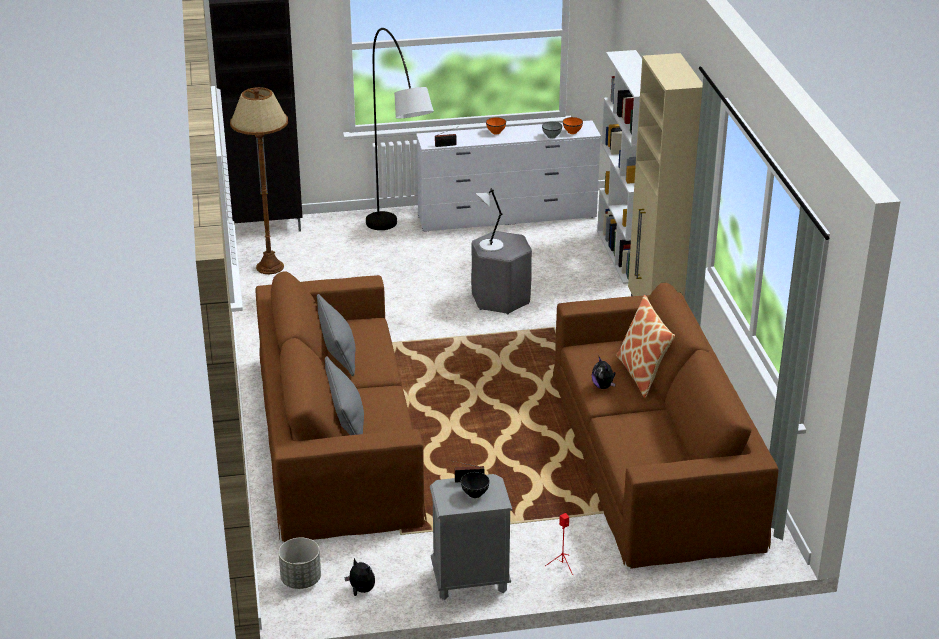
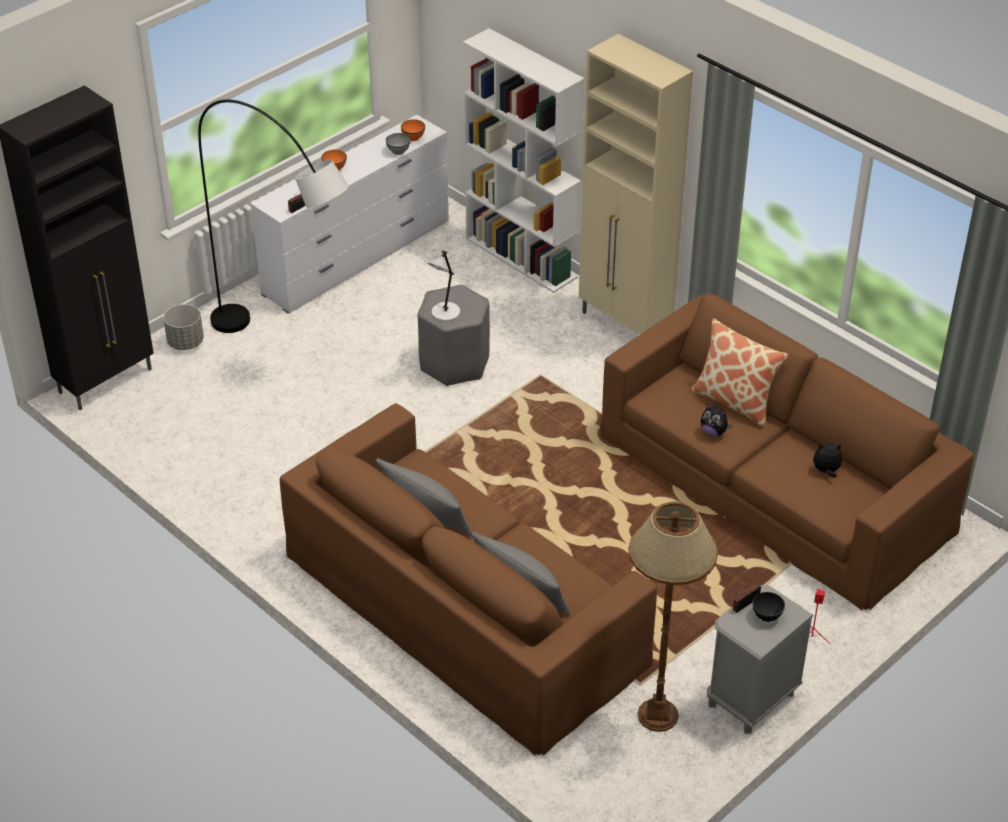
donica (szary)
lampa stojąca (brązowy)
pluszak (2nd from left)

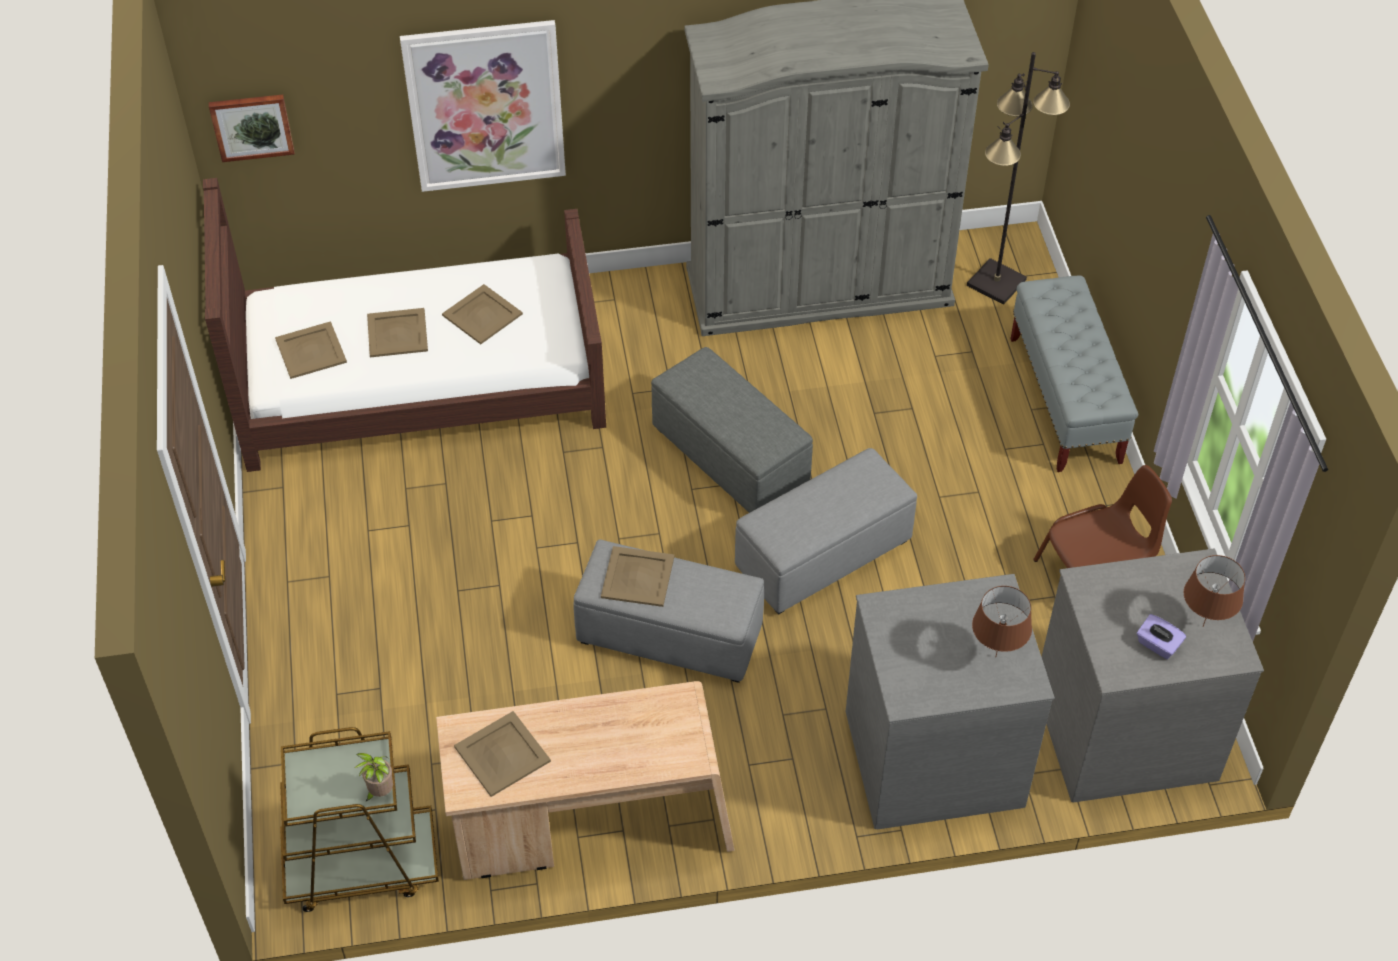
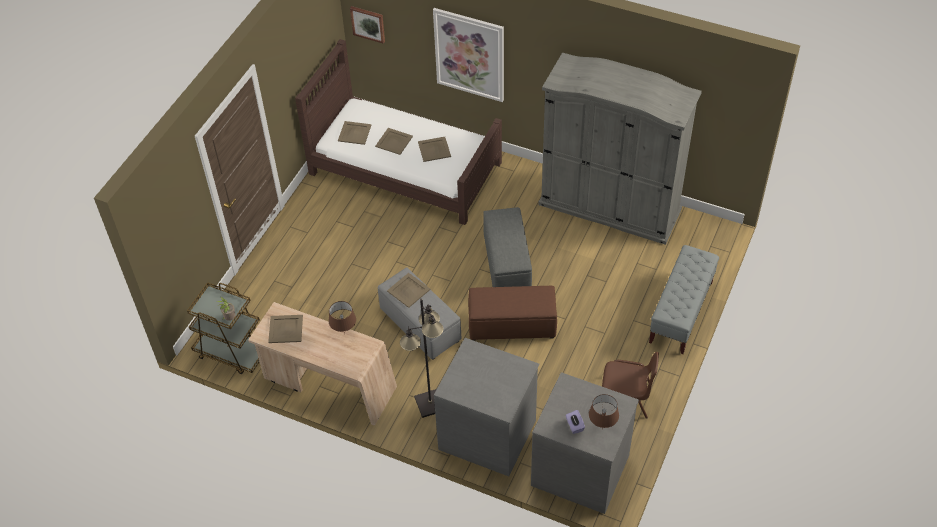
lampa stołowa (brązowy) (1st from left)
lampa stojąca (czarny)
pufa (brązowy)

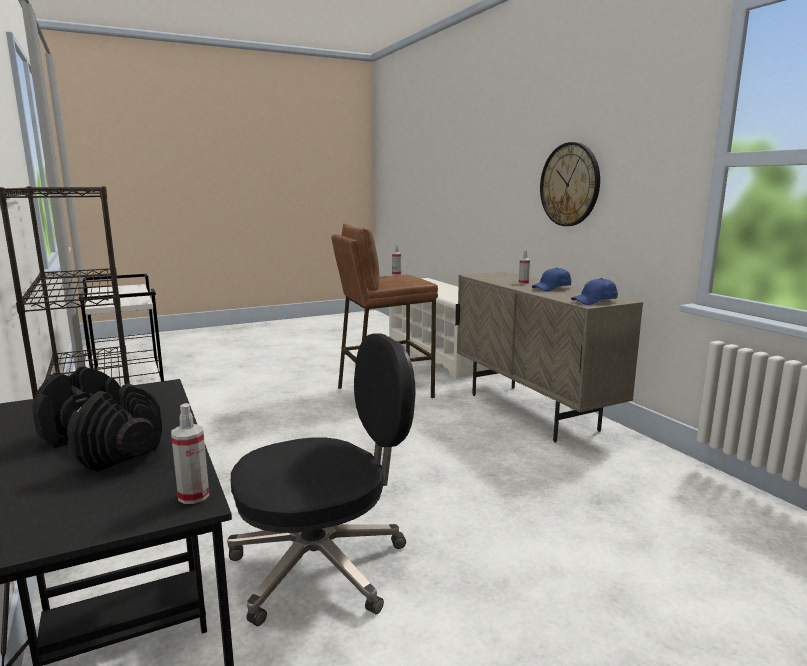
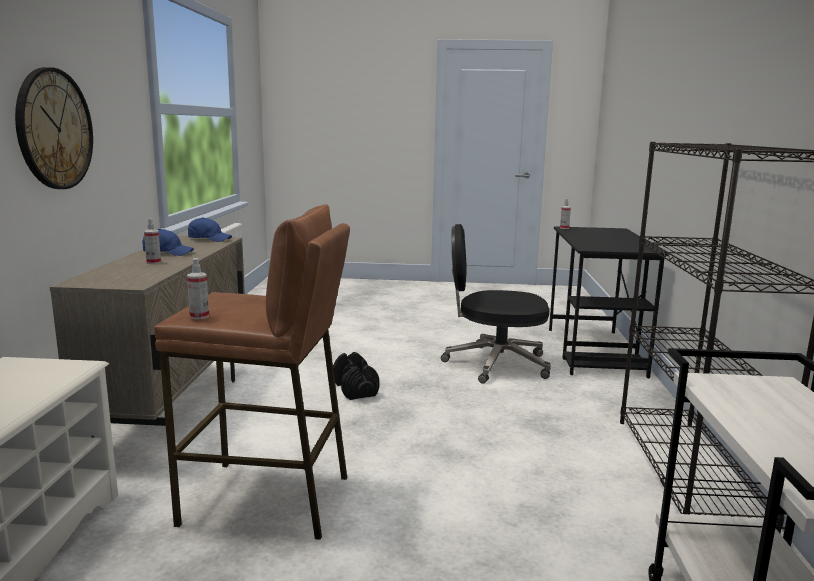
hantel (czarny)

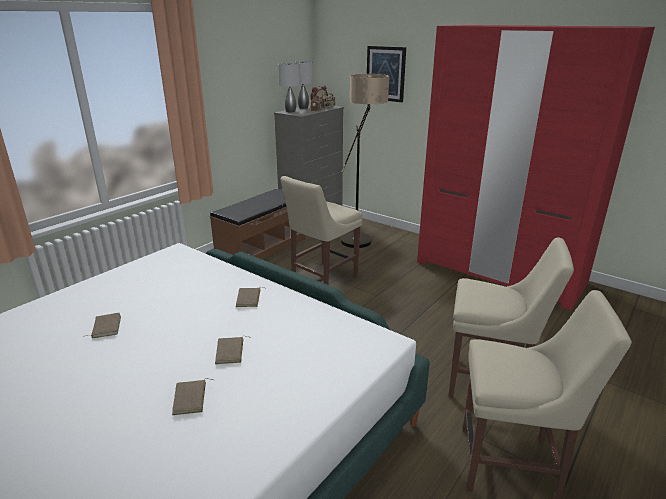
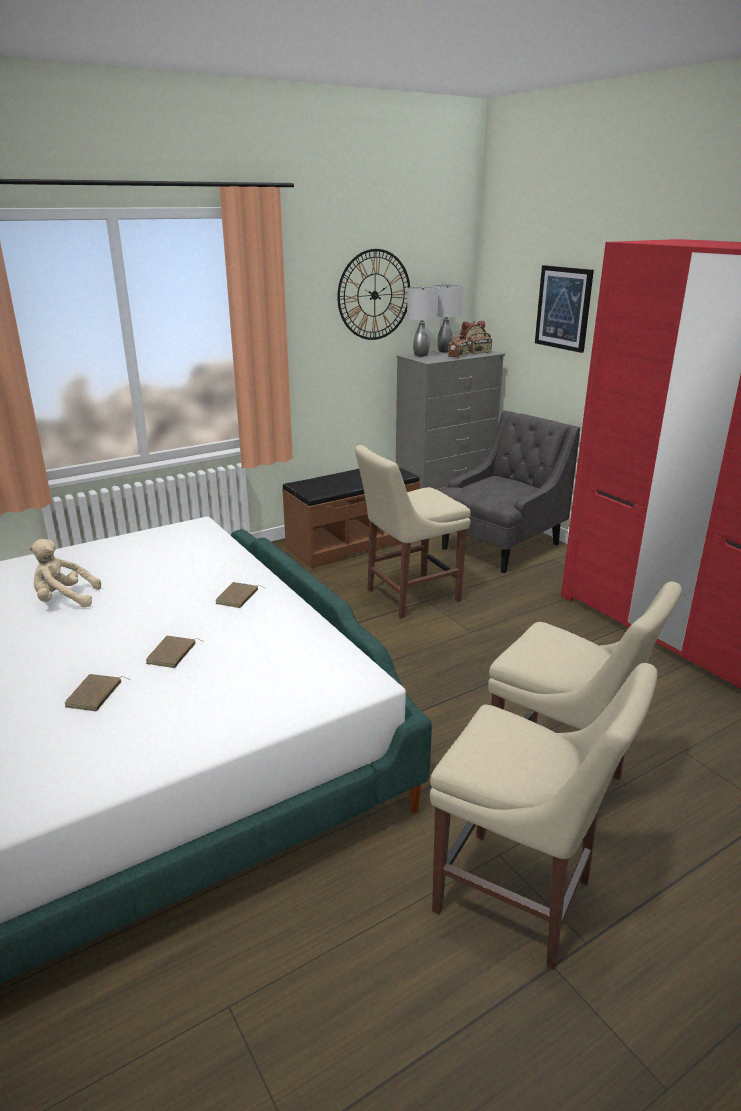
pluszak (beżowy)
zegar ścienny
fotel (szary)

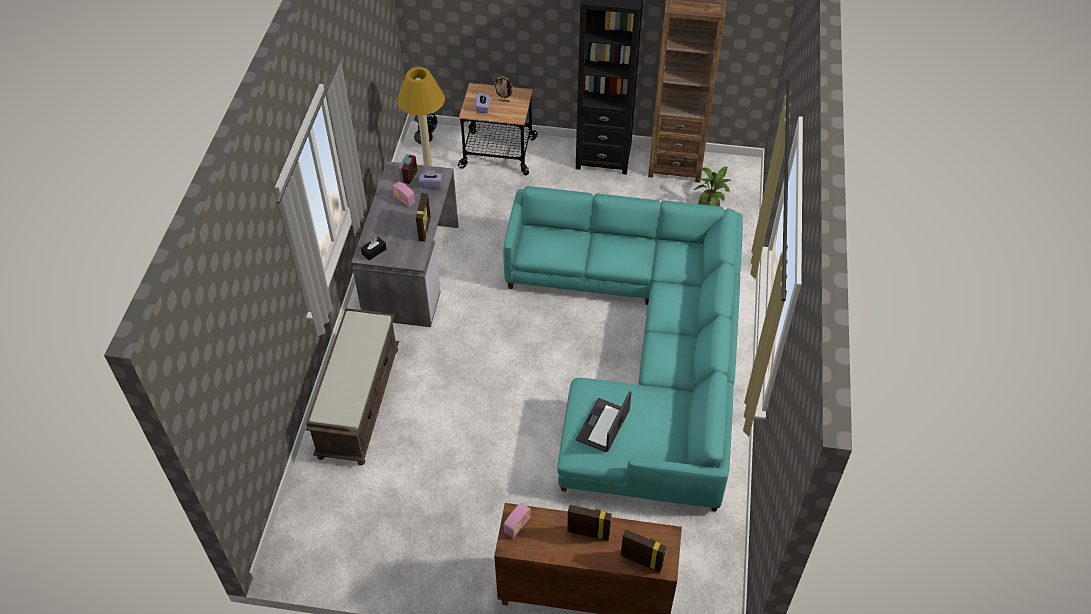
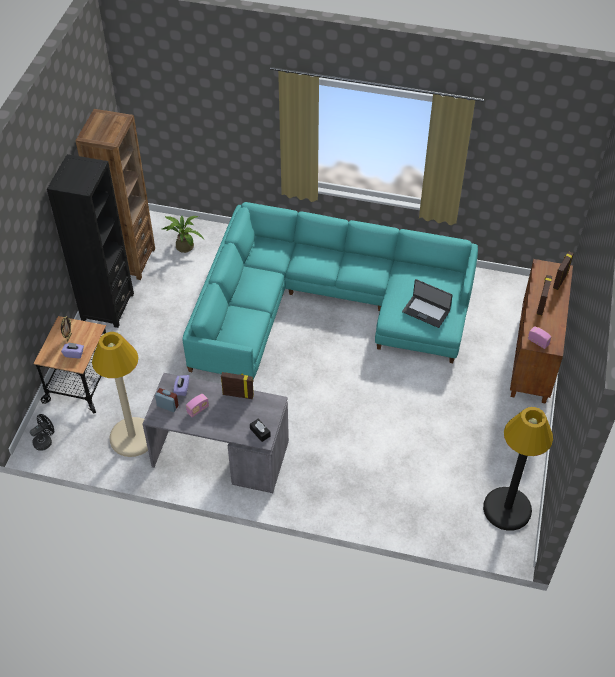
lampa stojąca (czarny)
ławka (brązowy)

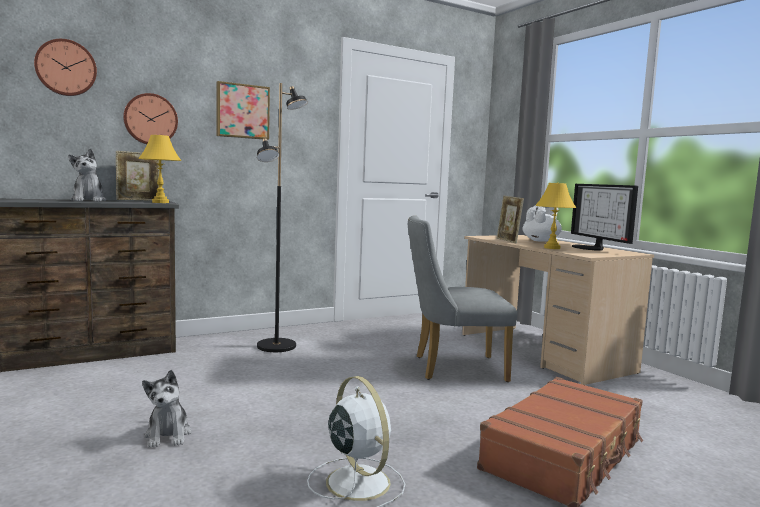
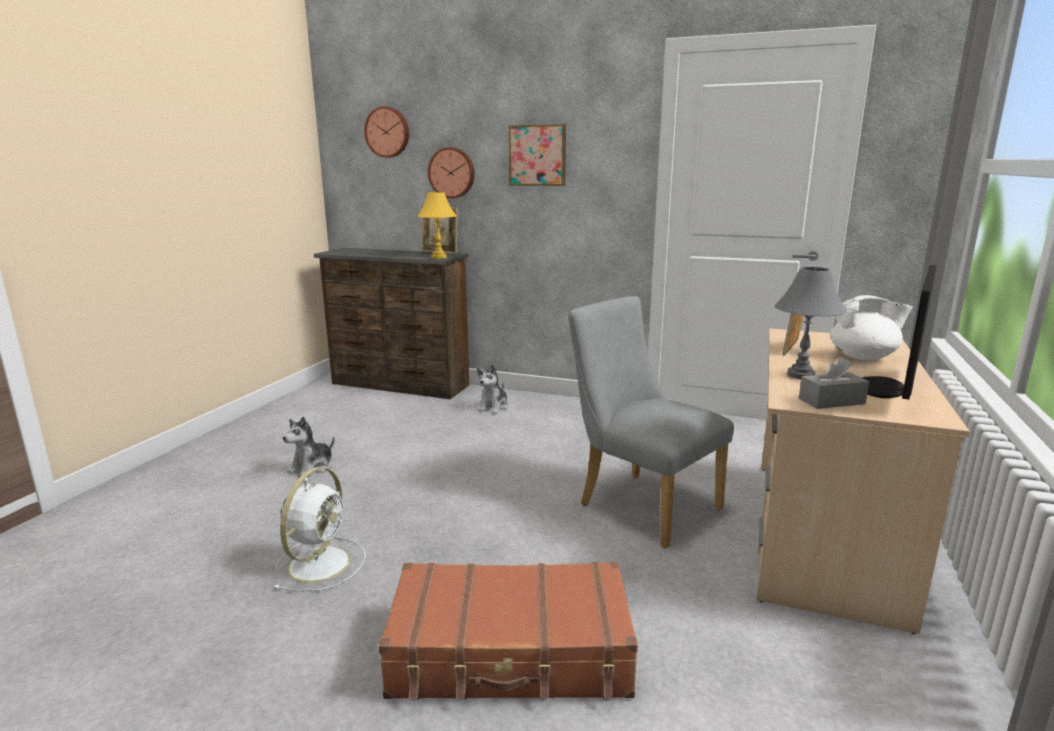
pluszak (2nd from left)
lampa stołowa (szary)
pudełko chusteczek (szary)
lampa stojąca (czarny)

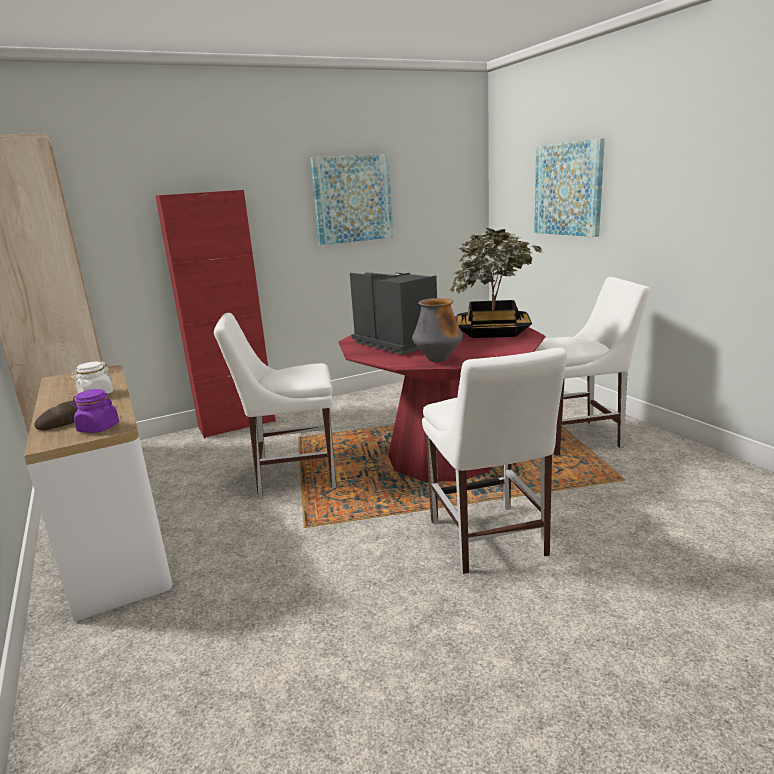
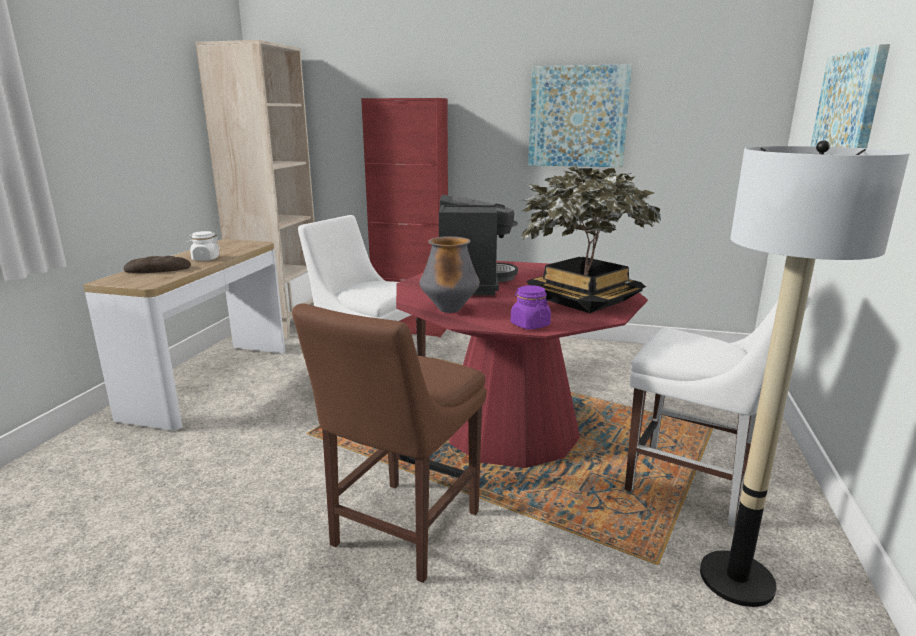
krzesło (brązowy)
słoik (fioletowy)
lampa stojąca

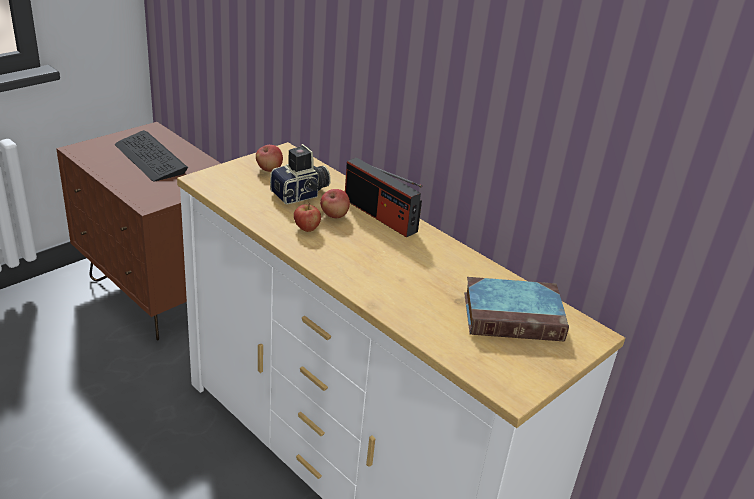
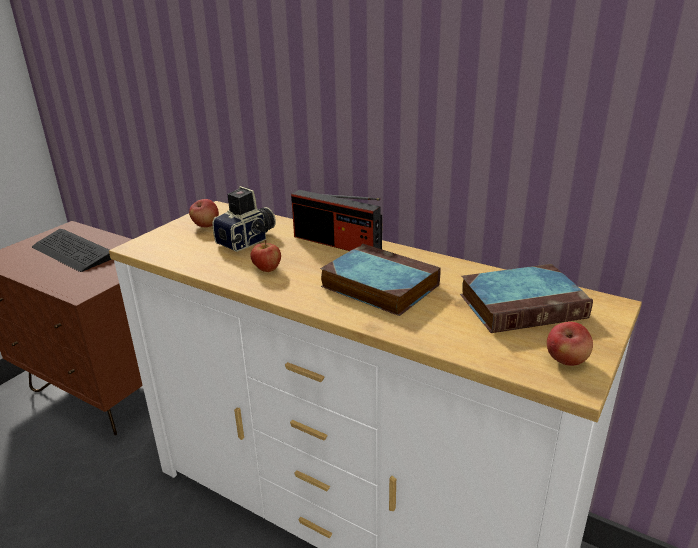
książka (1st from left)
jabłko (3rd from left)

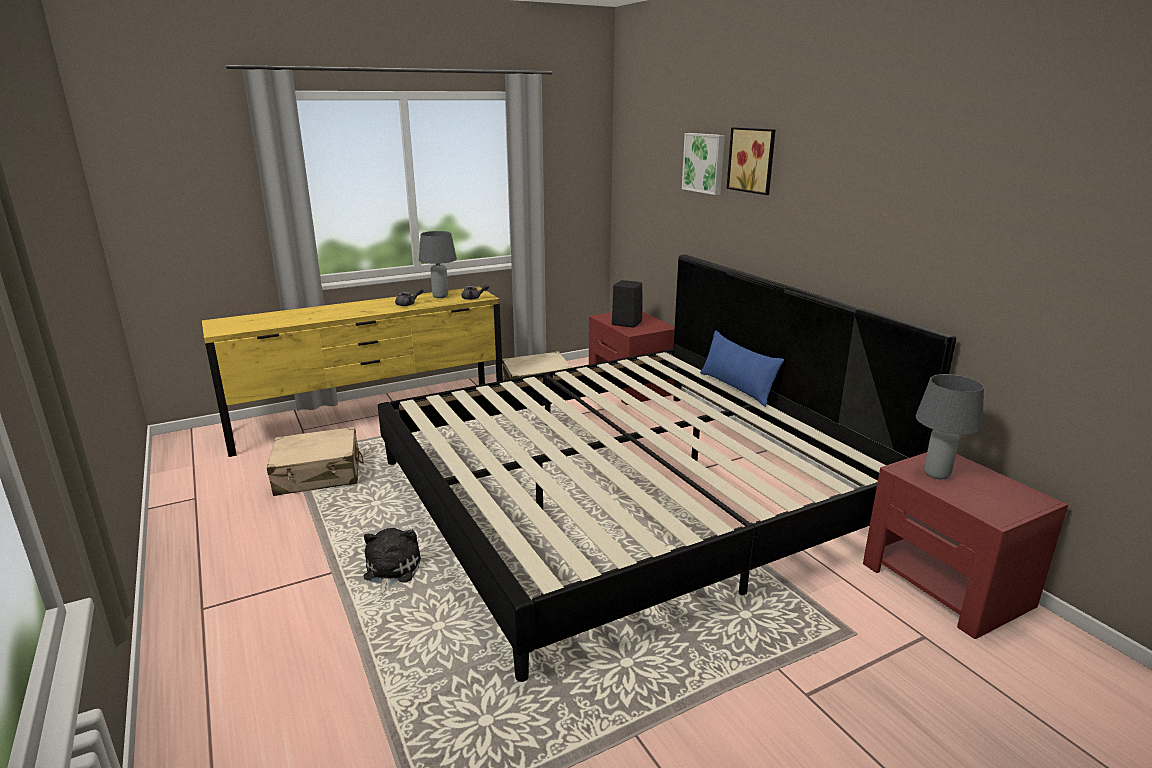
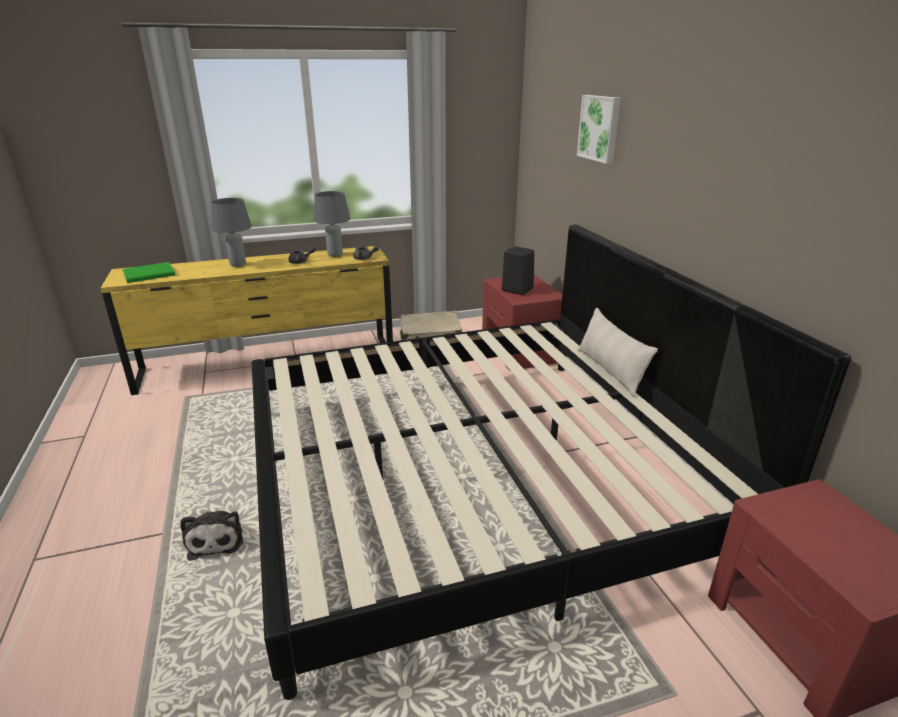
książka (zielony)
pluszak
lampa stołowa (szary) (1st from left)
poduszka (beżowy)
walizka (beżowy) (1st from left in the first image)
obraz (2nd from left in the first image)

